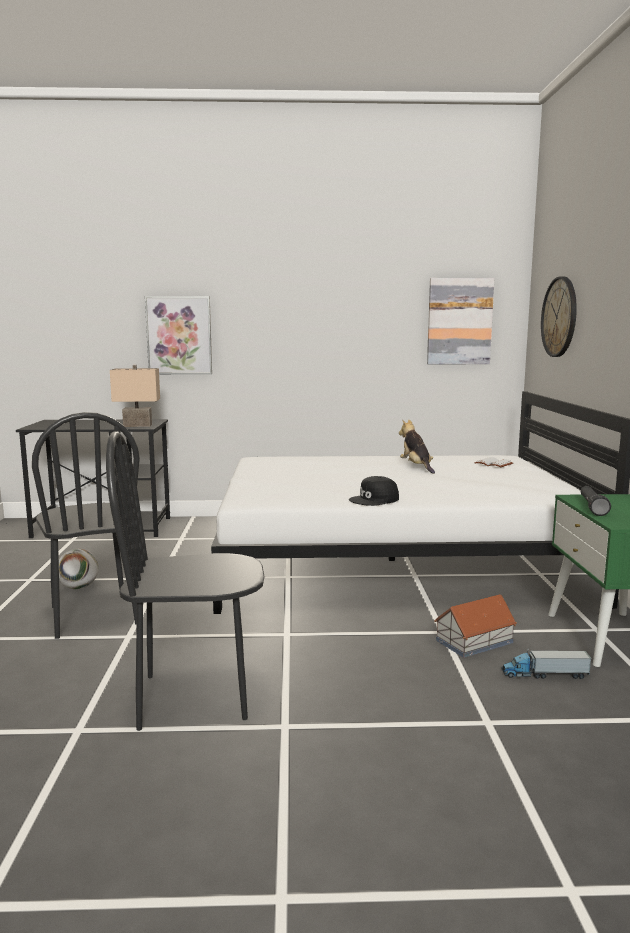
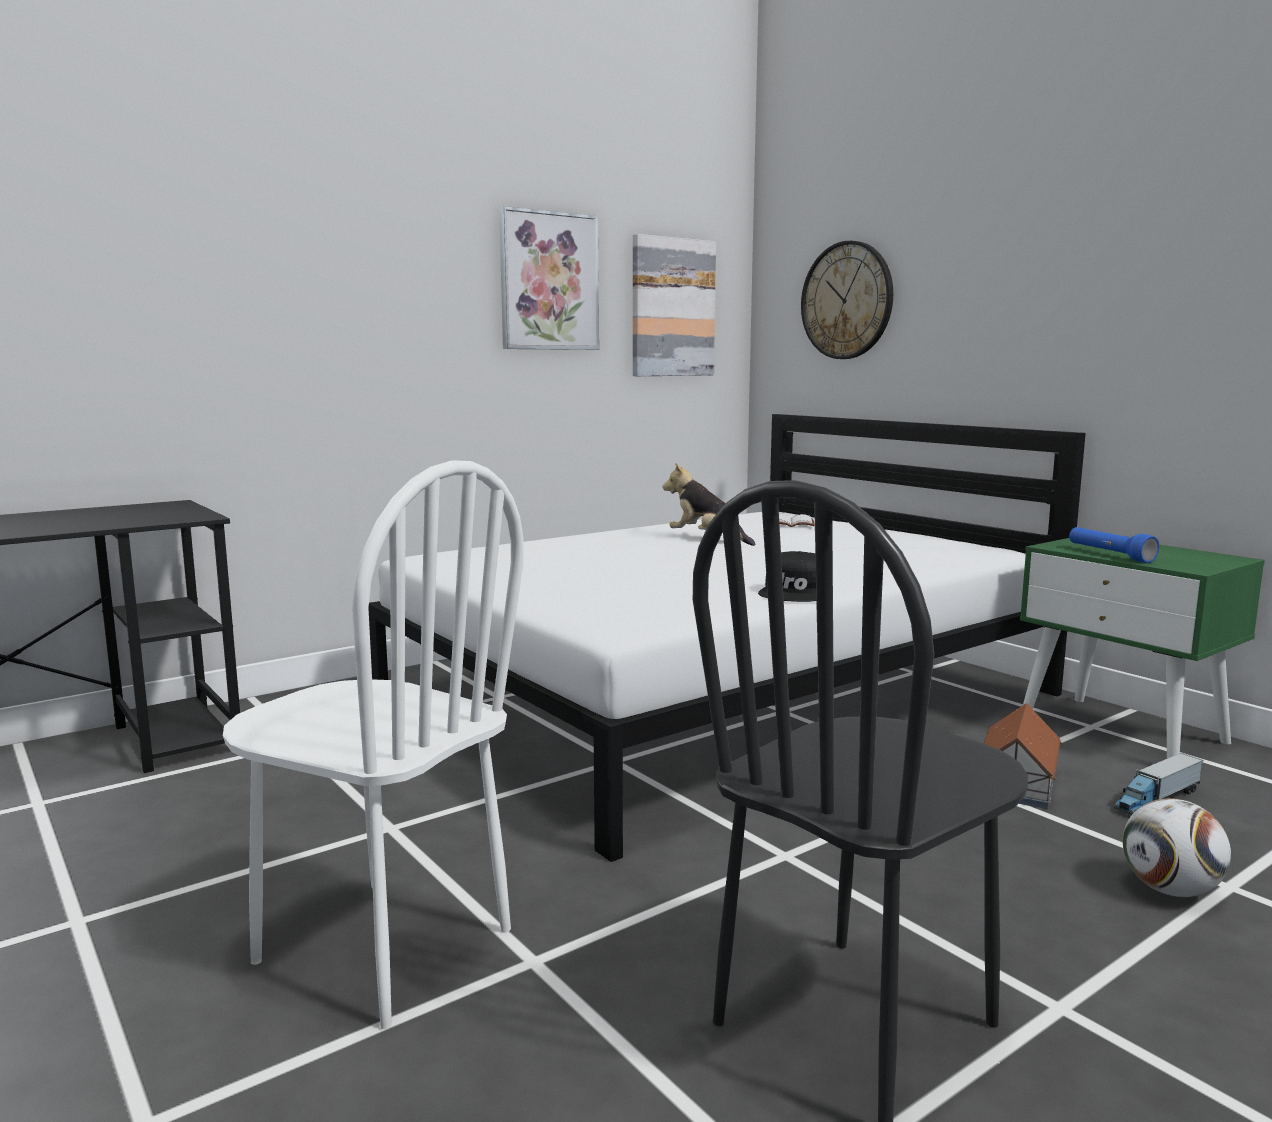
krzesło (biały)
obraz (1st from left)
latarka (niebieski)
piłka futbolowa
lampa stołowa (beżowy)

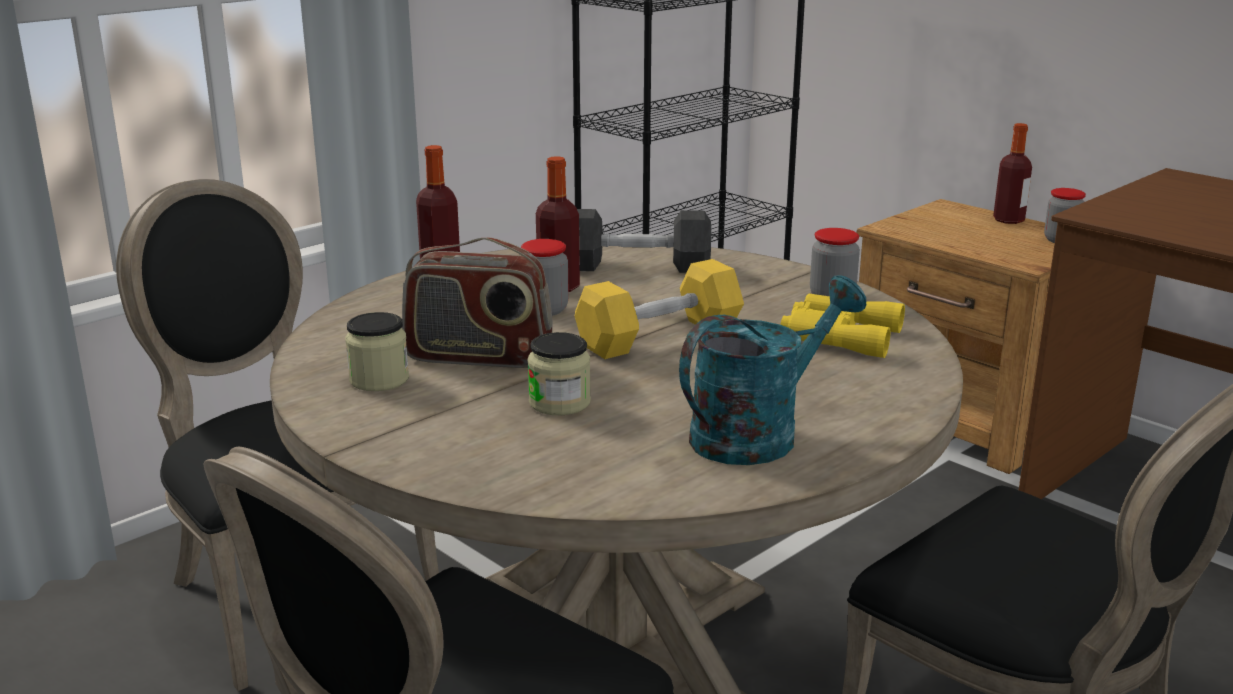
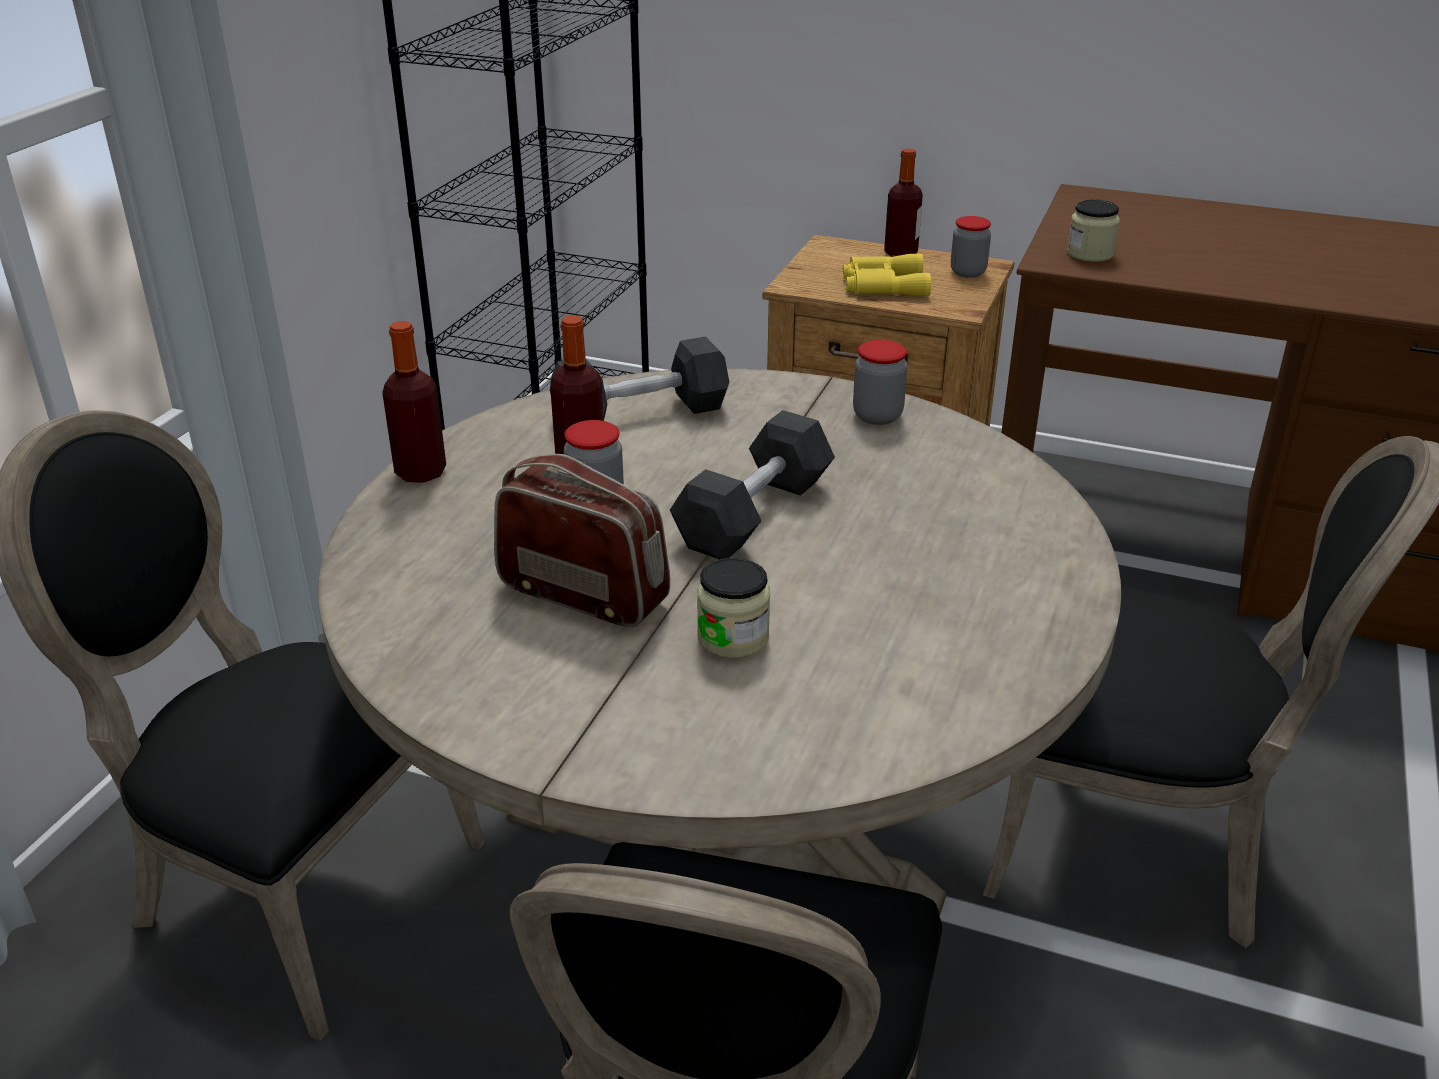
radio
hantel (szary) (2nd from left)
lornetka (żółty)
słoik (5th from left)
konewka (turkusowy)

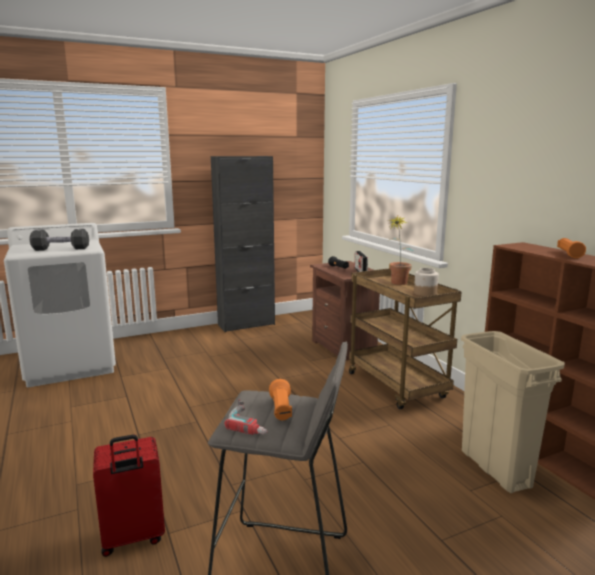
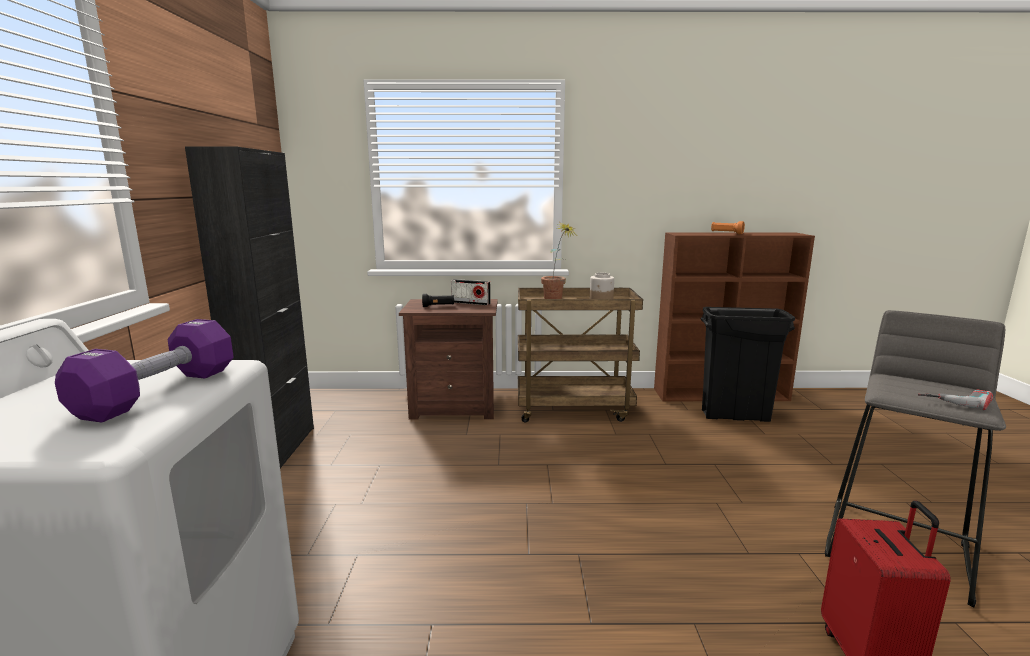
hantel (fioletowy)
kosz na śmieci (czarny)
latarka (pomarańczowy) (1st from left in the first image)

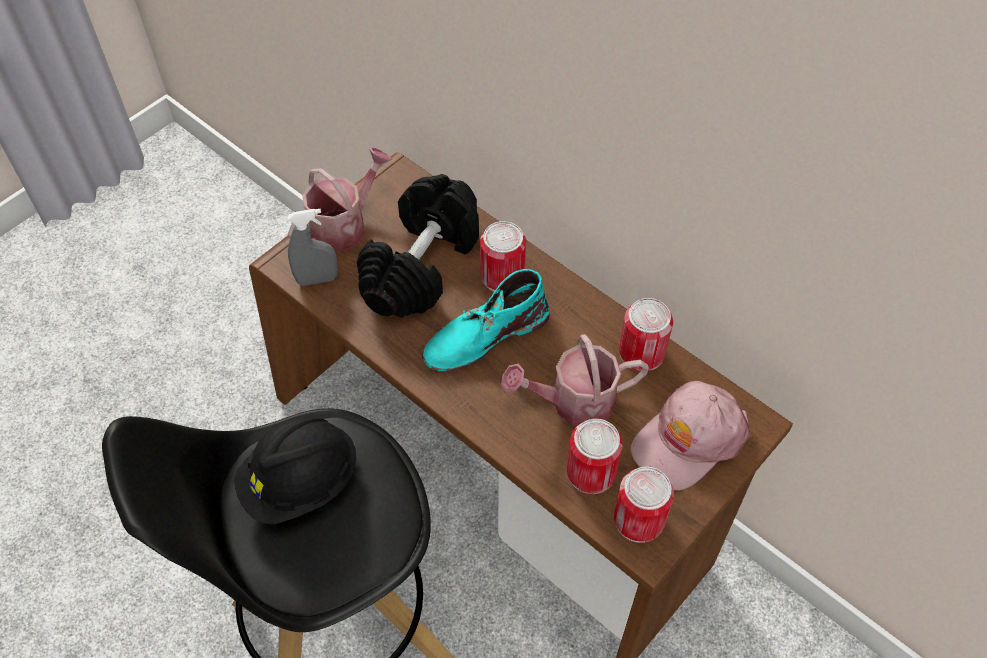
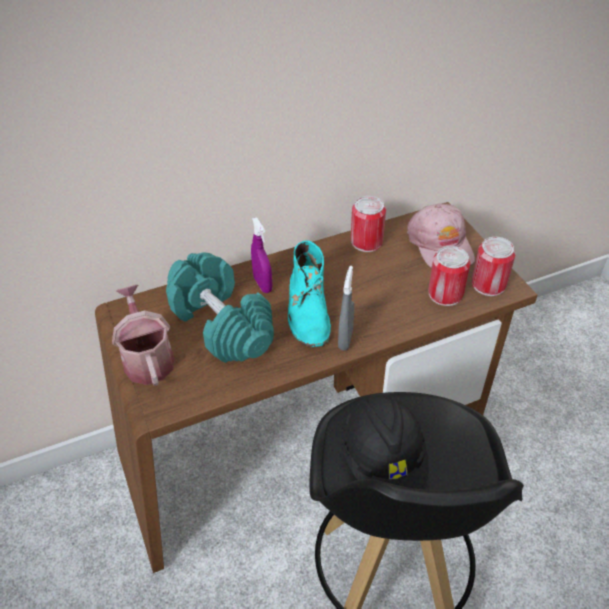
hantel (turkusowy)
spryskiwacz (fioletowy)
spryskiwacz (szary)
konewka (2nd from left in the first image)

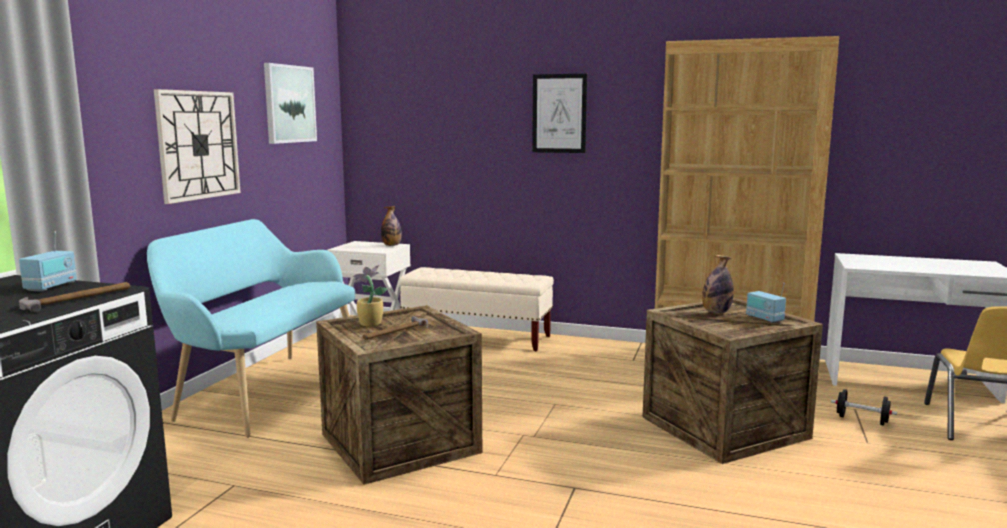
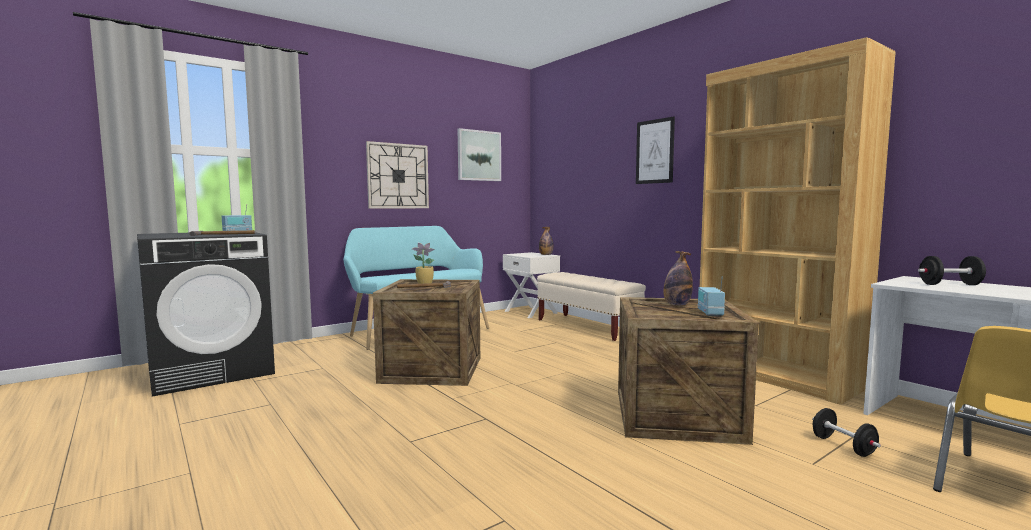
hantel (czarny) (2nd from left)

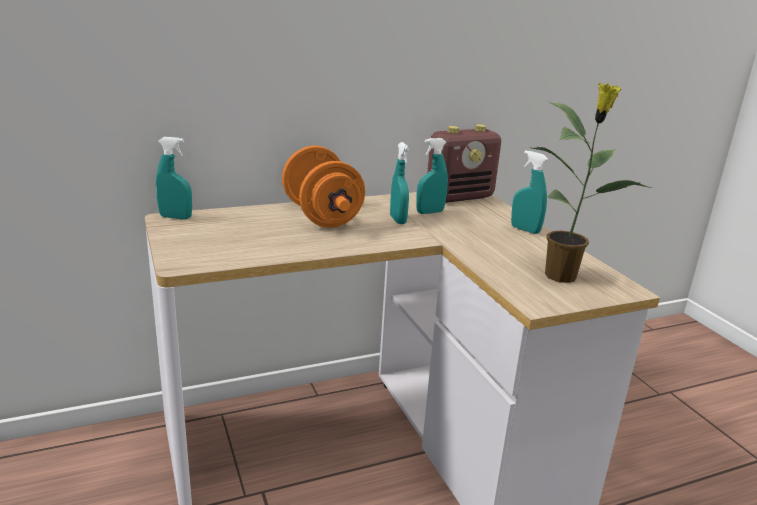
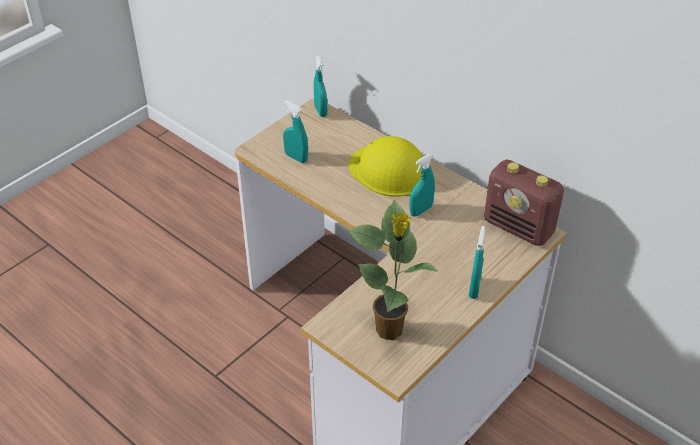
spryskiwacz (turkusowy) (1st from left)
kask (żółty)

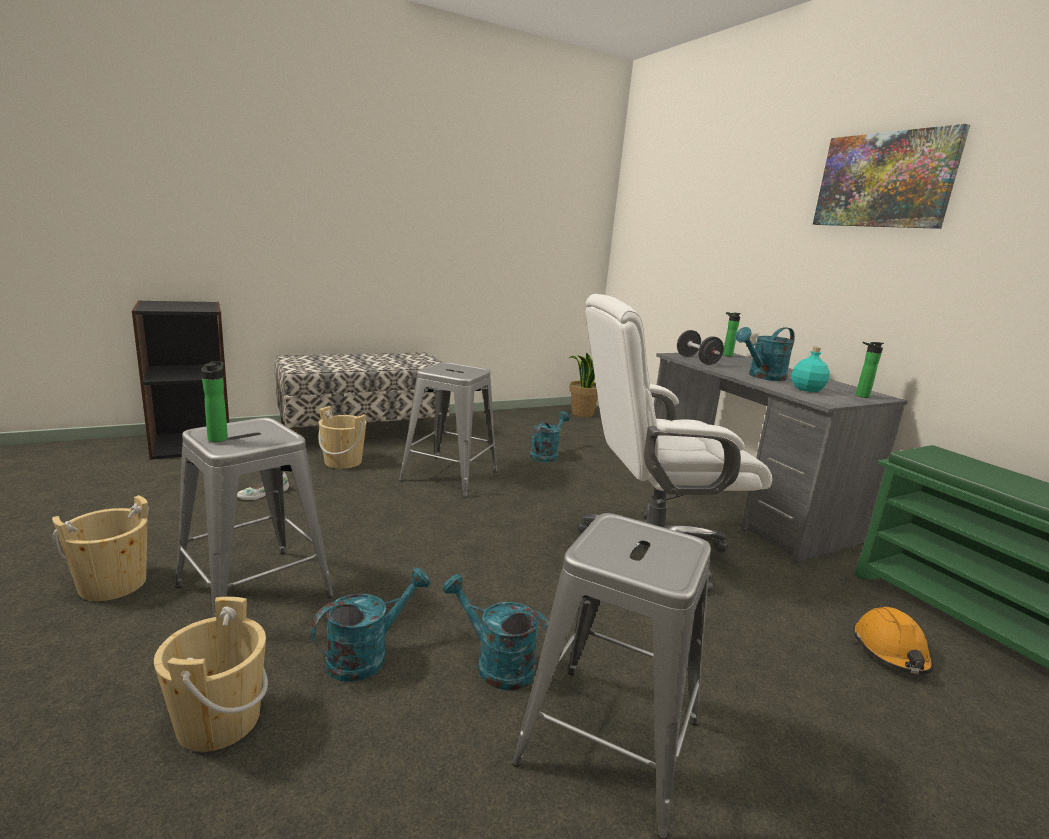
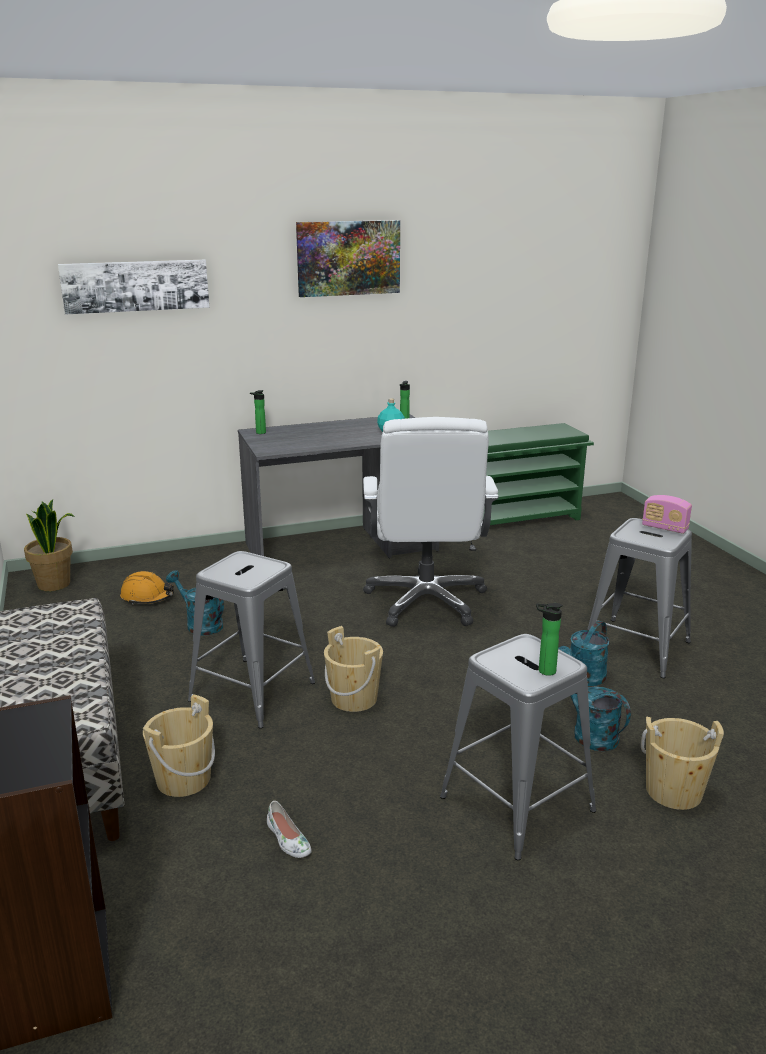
obraz (1st from left)
kask (pomarańczowy)
wiadro (beżowy) (2nd from left)
radio
hantel (czarny)
konewka (turkusowy) (4th from left in the first image)

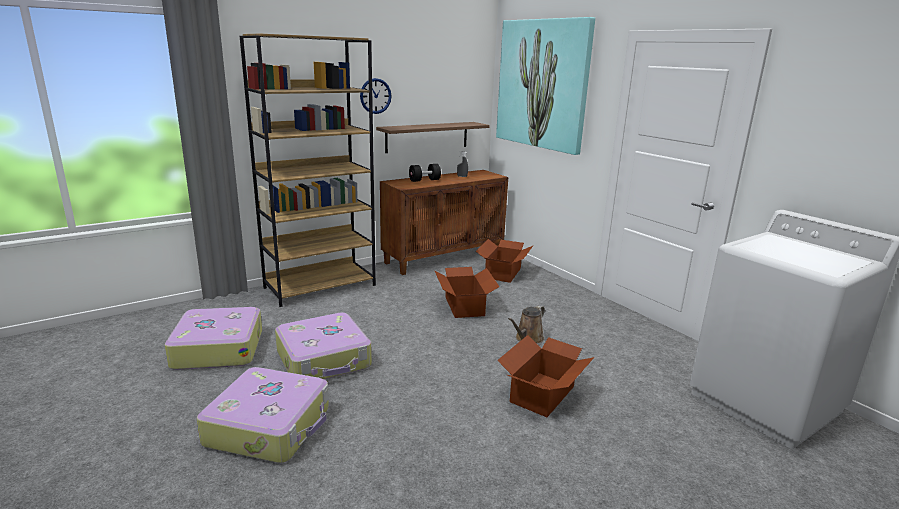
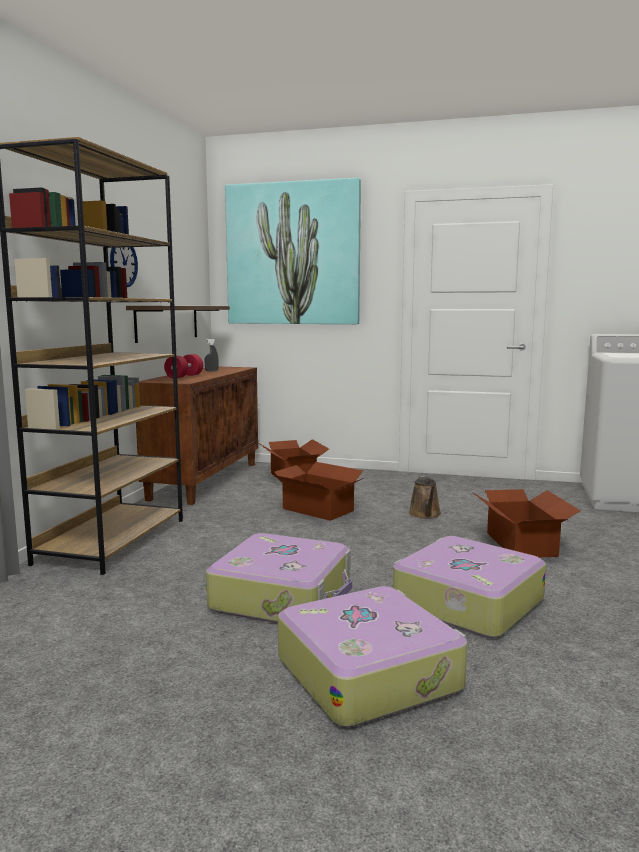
hantel (czerwony)
walizka (3rd from left)

